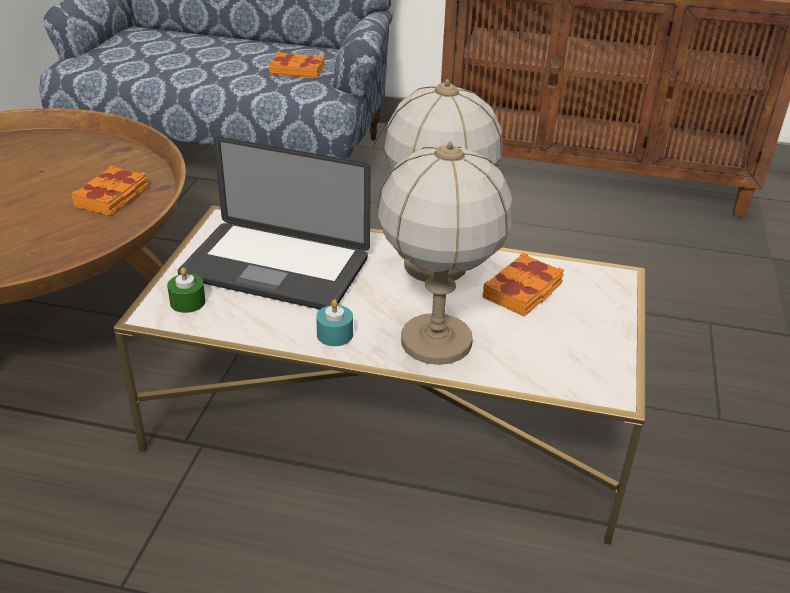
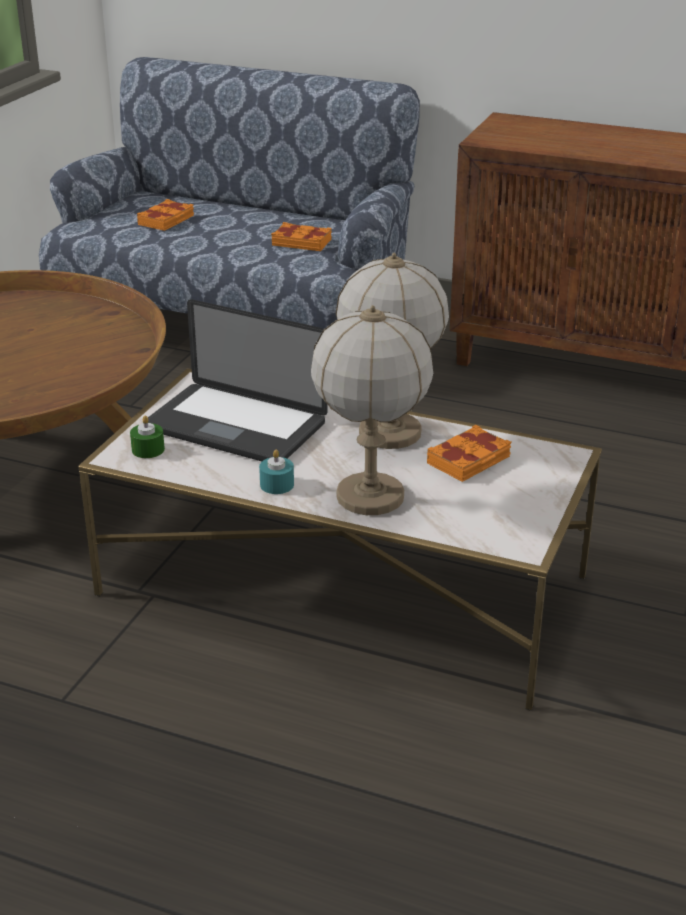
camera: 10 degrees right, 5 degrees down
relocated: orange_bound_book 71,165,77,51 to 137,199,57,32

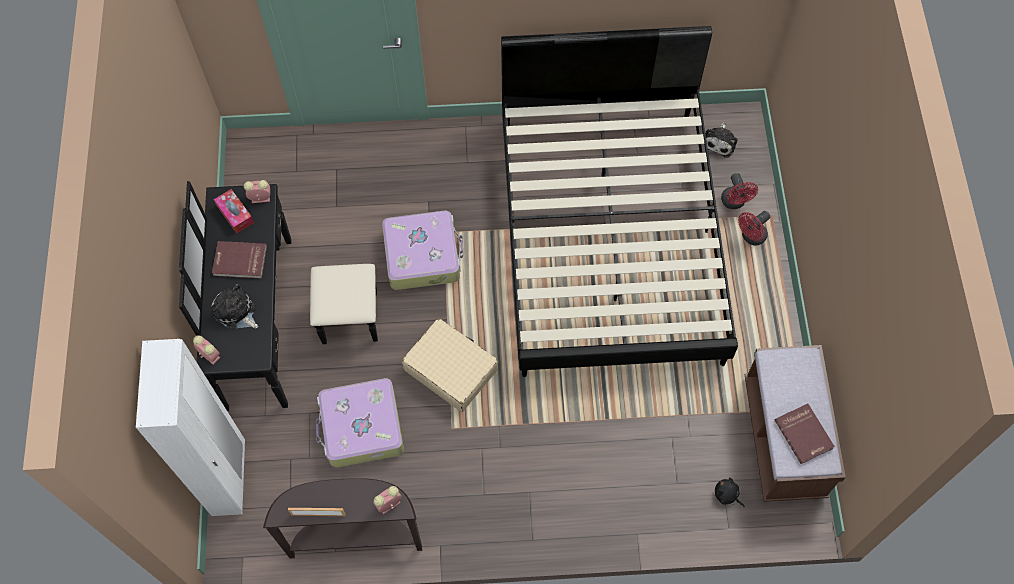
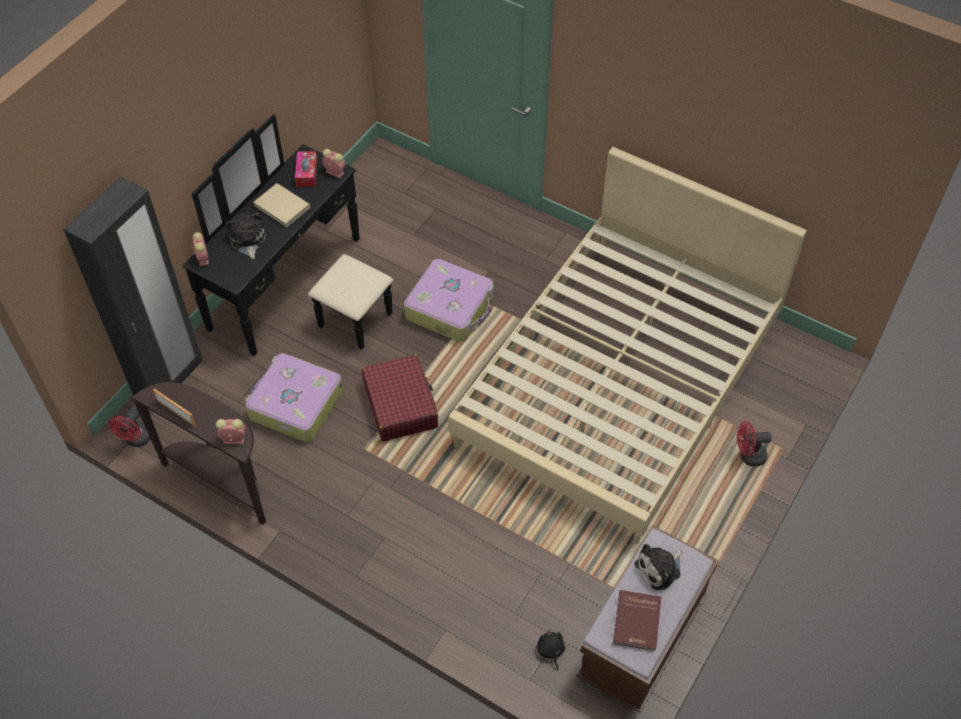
camera: 35 degrees right, 10 degrees down
relocated: soft_toy 705,122,32,36 to 635,544,48,46; red-coloured_electric_fan 721,173,37,36 to 108,407,42,40
colour: white-coloured_clothes_cupboard 136,339,109,177 to black-coloured_clothes_cupboard 63,176,140,220; red-coloured_bound_book 212,241,55,37 to sand-coloured_bound_book 253,183,57,44; sand-coloured_suitcase 402,318,96,94 to red-coloured_suitcase 362,354,77,88; black-coloured_bed 501,26,237,351 to sand-coloured_bed 449,147,358,397

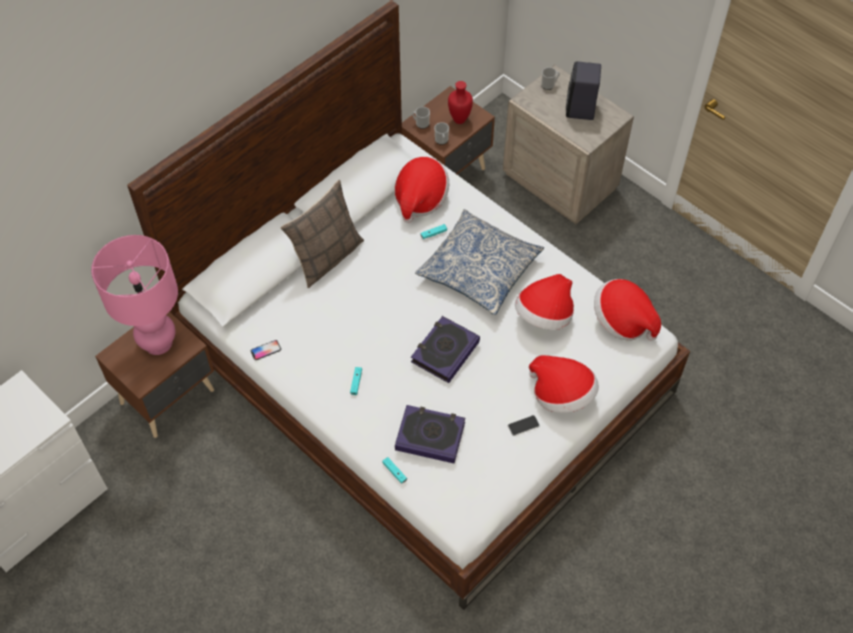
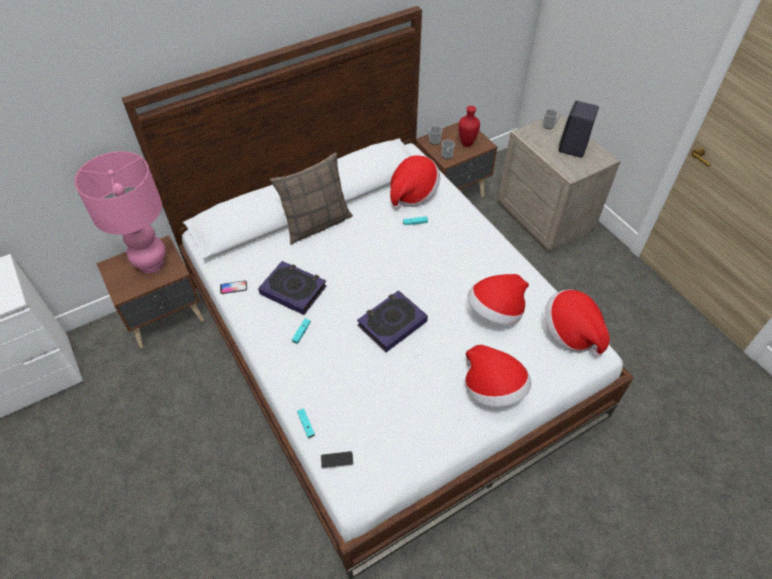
camera: 15 degrees right, 5 degrees down
missing: pillow 415,209,129,106
relocated: bound_book 395,405,70,58 to 258,261,69,54; phone 508,415,32,21 to 321,451,33,18

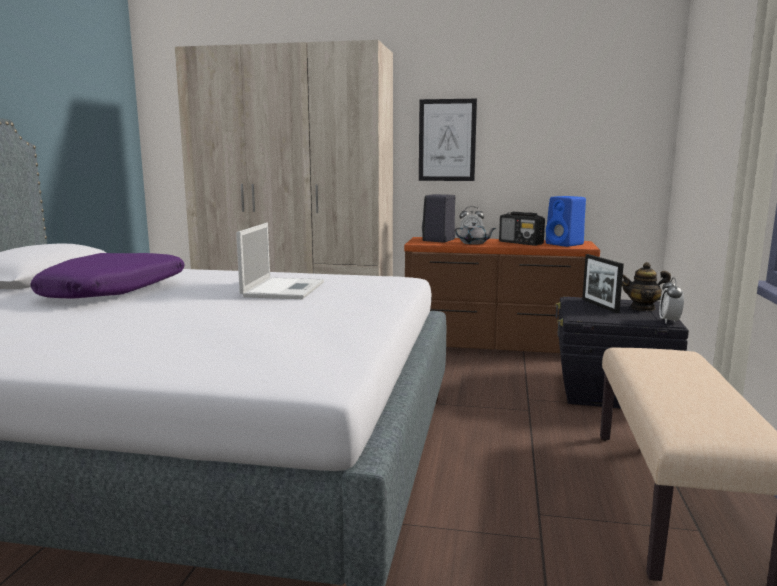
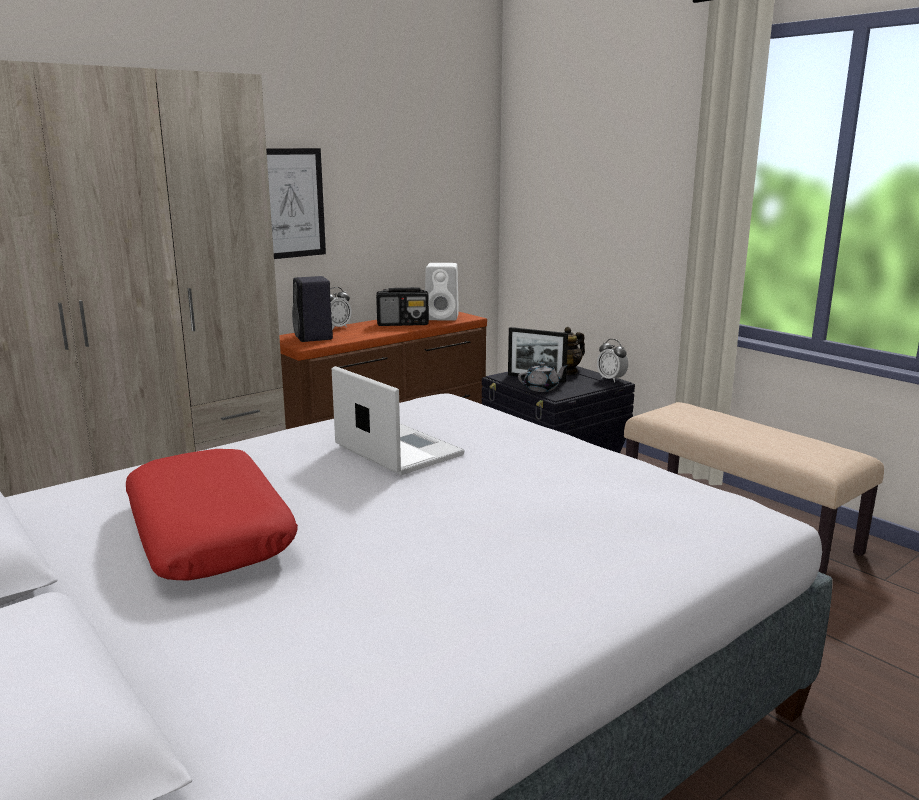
camera: 50 degrees left, 5 degrees up
relocated: grey_pot_for_tea 454,222,42,23 to 518,362,50,30
colour: purple-coloured_pillow 31,253,154,45 to red-coloured_pillow 126,449,172,131; blue-coloured_speaker 546,196,40,51 to white-coloured_speaker 425,263,34,58

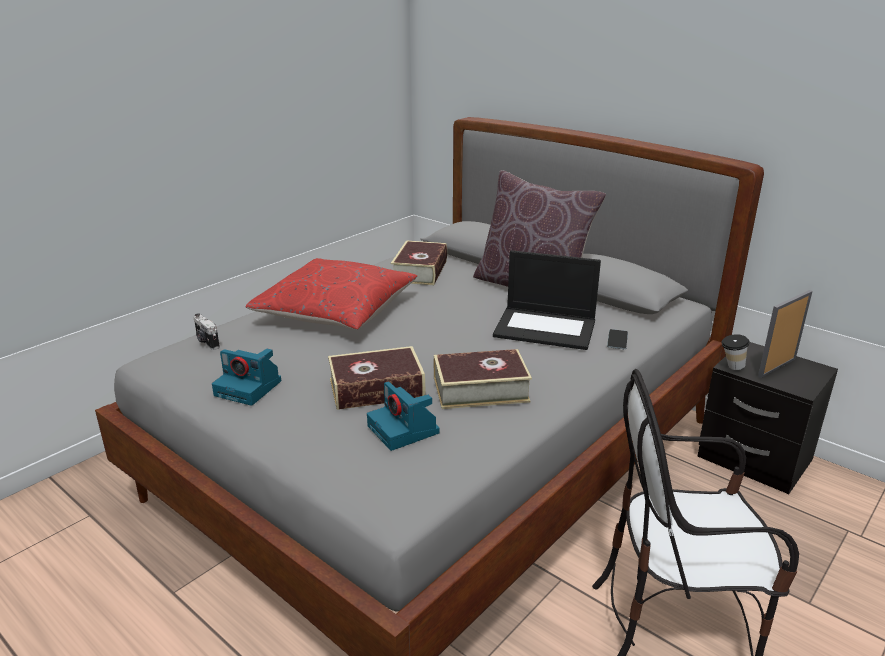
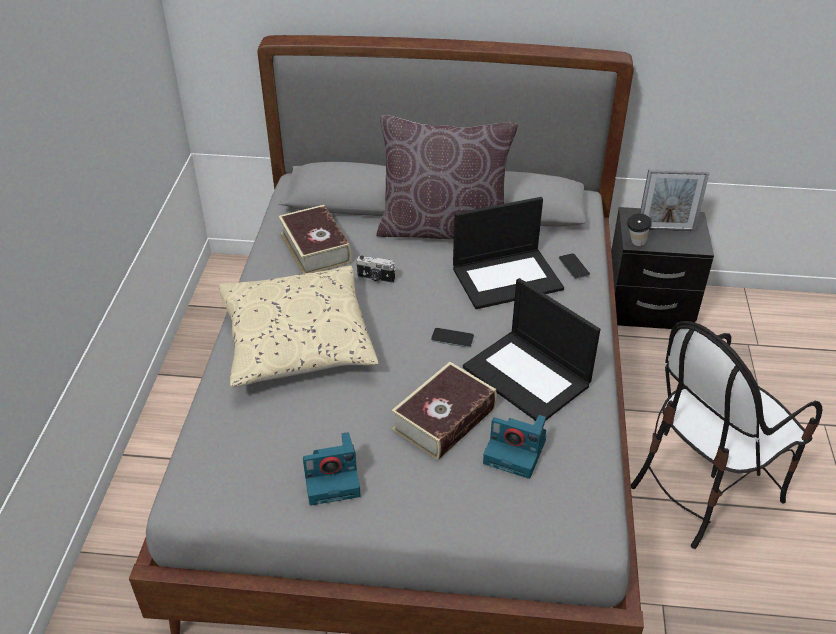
camera: 35 degrees left, 15 degrees up
appeared: phone 431,328,43,19
relocated: still_camera 193,313,27,37 to 356,255,40,29
exchanged: bound_book 434,349,98,60 to notebook_computer 463,278,137,143
colour: red-coloured_pillow 245,258,172,72 to sand-coloured_pillow 219,266,160,121
spun: standing_frame 758,290,54,88 = 640,169,70,63 105 degrees counterclockwise

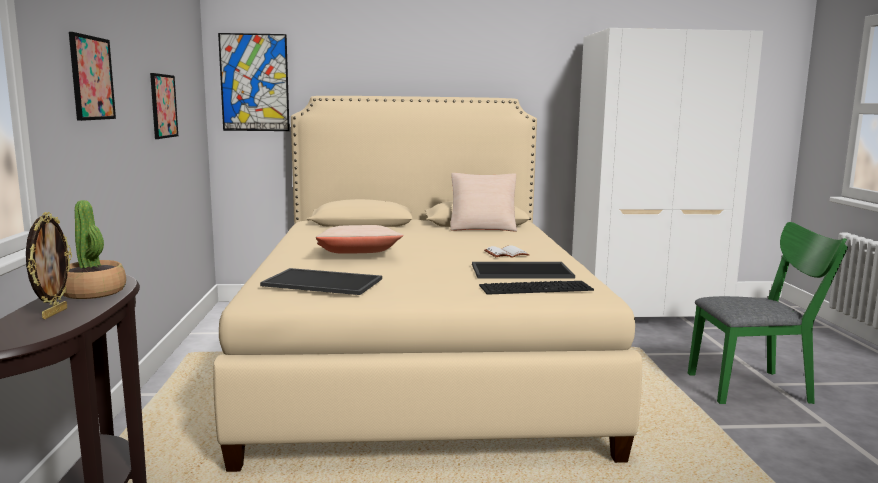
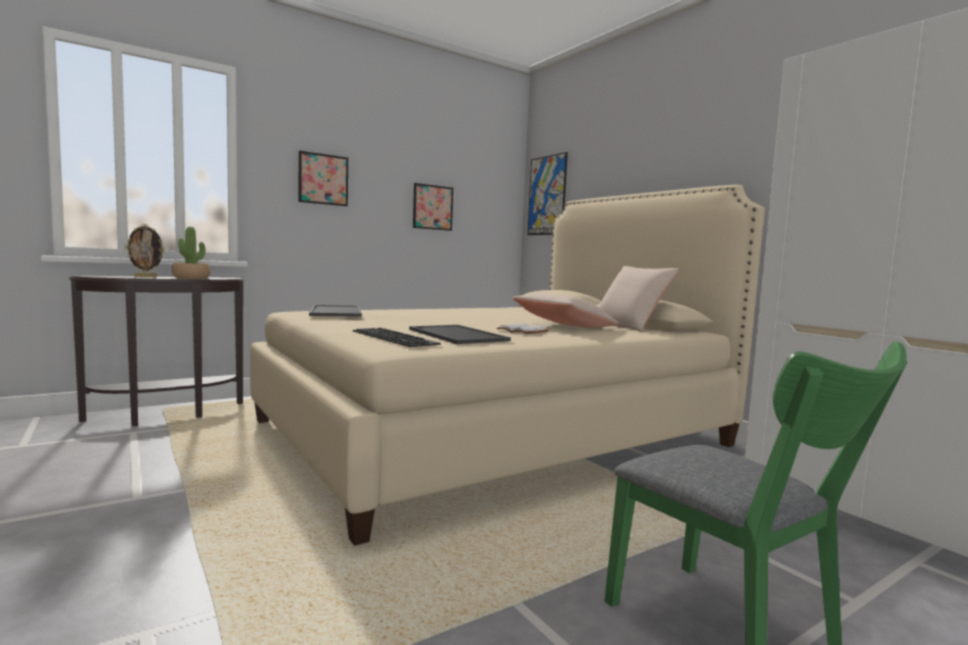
camera: 60 degrees right, 5 degrees down
relocated: sand-coloured_pillow 316,225,87,29 to 513,293,106,35

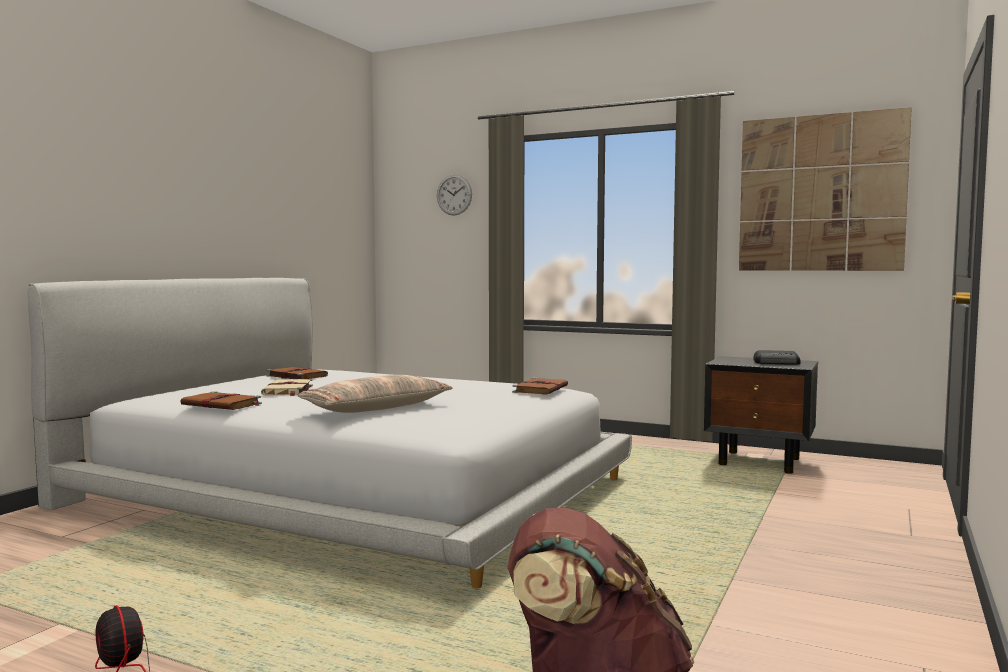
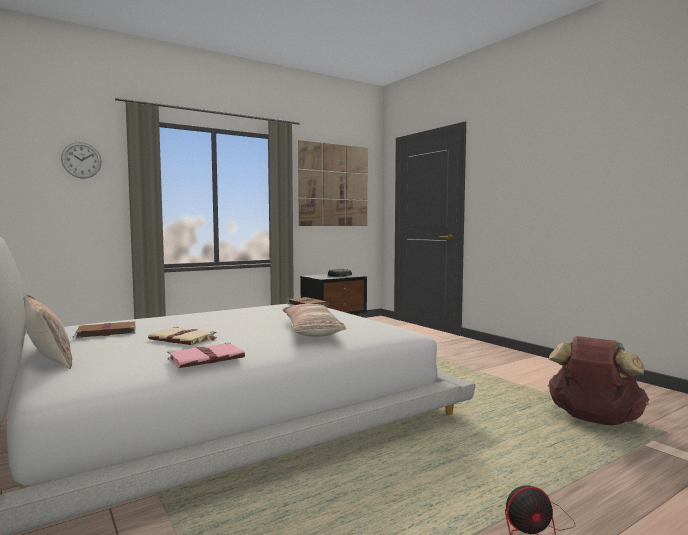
camera: 60 degrees left, 0 degrees up
appeared: pillow 25,294,47,75
colour: brown-coloured_bound_book 180,391,82,19 to pink-coloured_bound_book 168,342,77,26

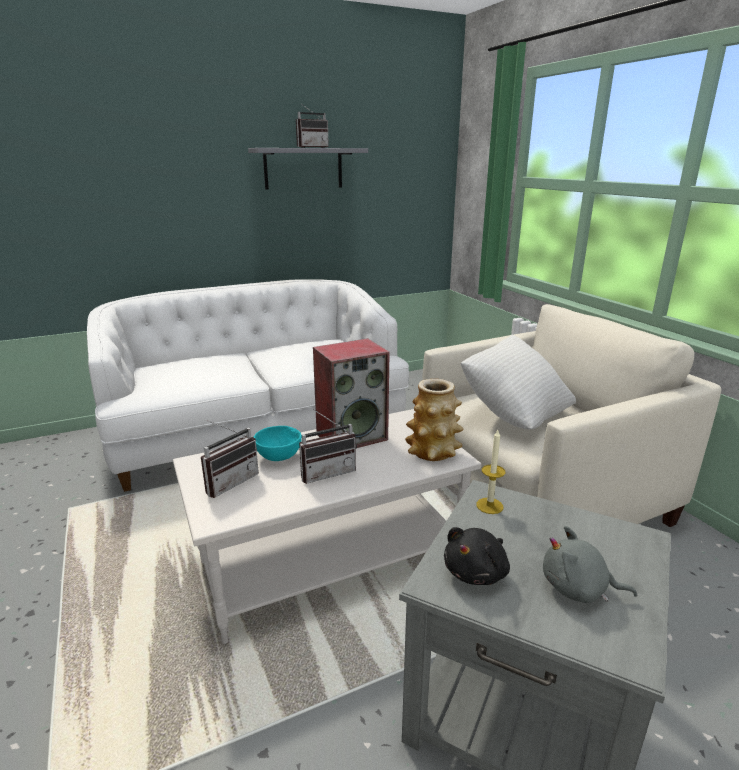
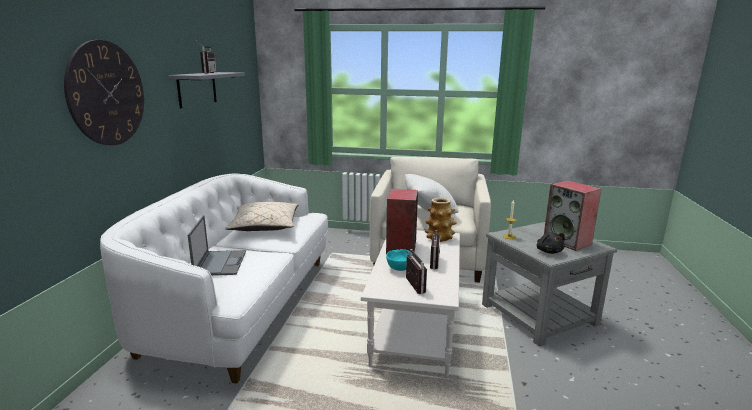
camera: 55 degrees left, 5 degrees down
appeared: wall_clock 64,40,80,105; notebook_computer 188,215,58,61; sand-coloured_pillow 225,202,73,29
exchanged: grey_soft_toy 543,526,94,77 to speaker 544,180,57,71

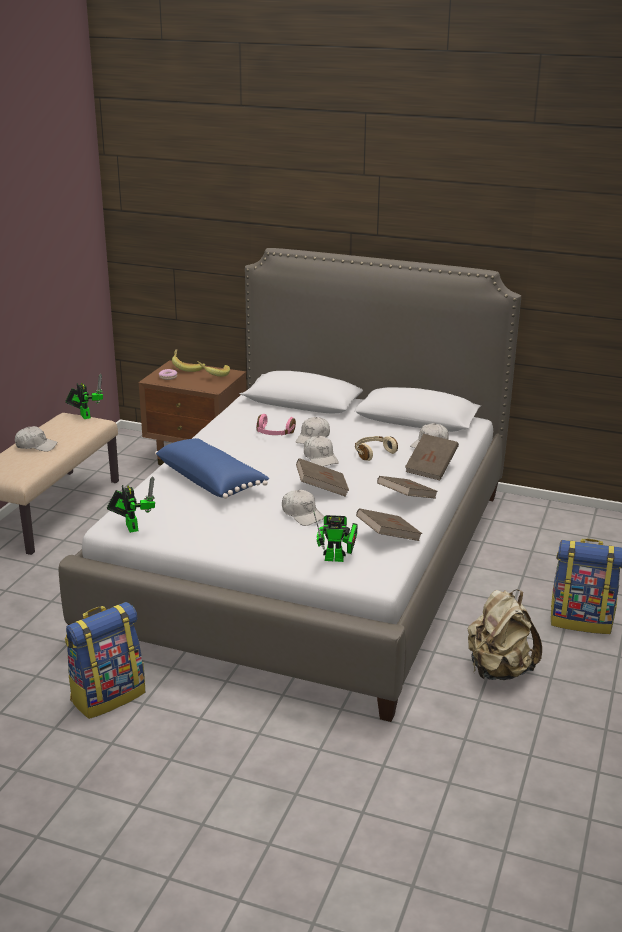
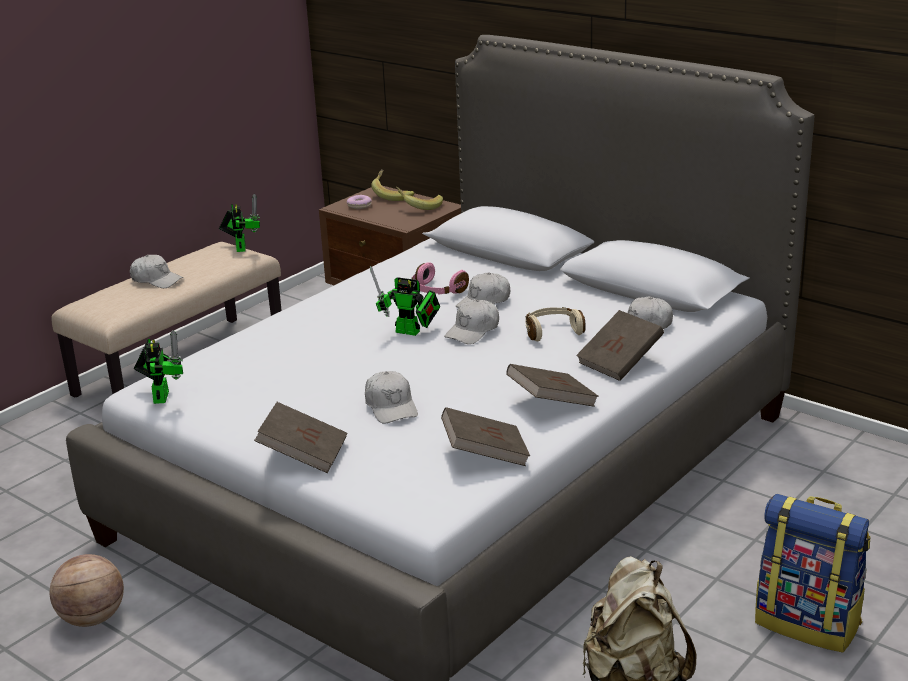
camera: 20 degrees right, 0 degrees up
missing: blue-coloured_pillow 155,438,114,61
relocated: brown-coloured_bound_book 296,458,53,39 to 254,402,93,71; robot_figure 313,510,45,52 to 370,266,70,70
exchanged: backpack 65,602,80,117 to ball_for_basketball 50,554,74,73
spun: white-coloured_cap 304,436,35,31 = 444,299,55,45 45 degrees clockwise

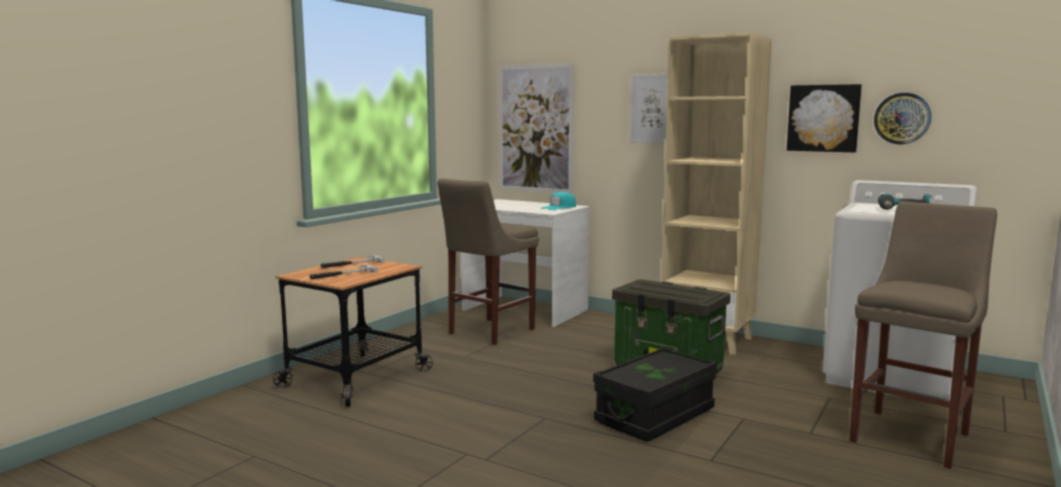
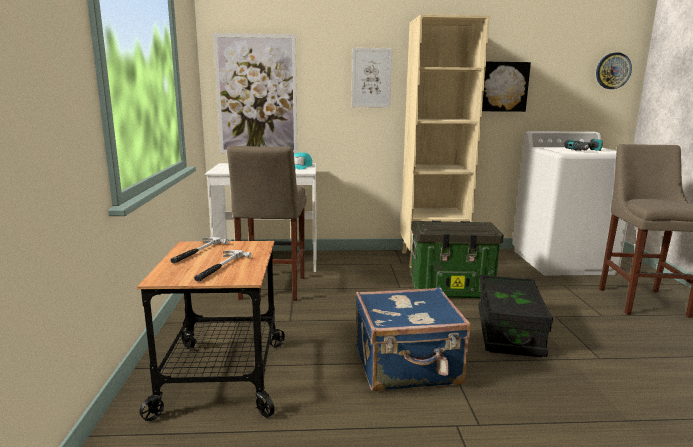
camera: 35 degrees left, 5 degrees up
appeared: blue-coloured_suitcase 356,287,115,104
relocated: wall_clock 874,93,57,51 to 596,52,36,37

